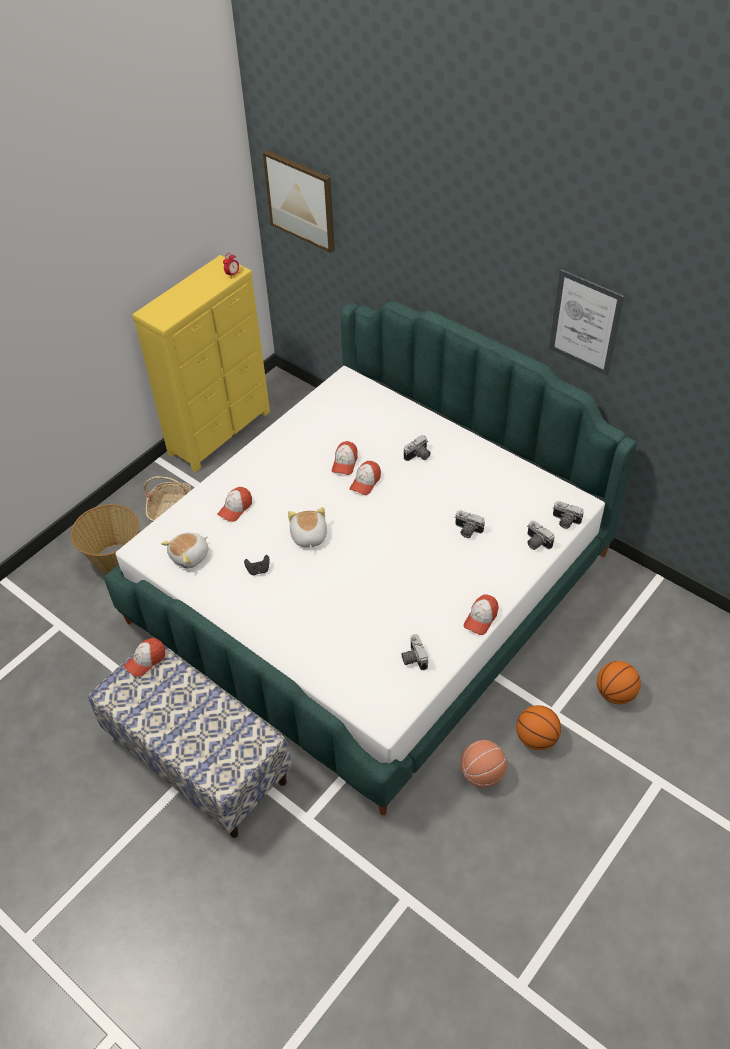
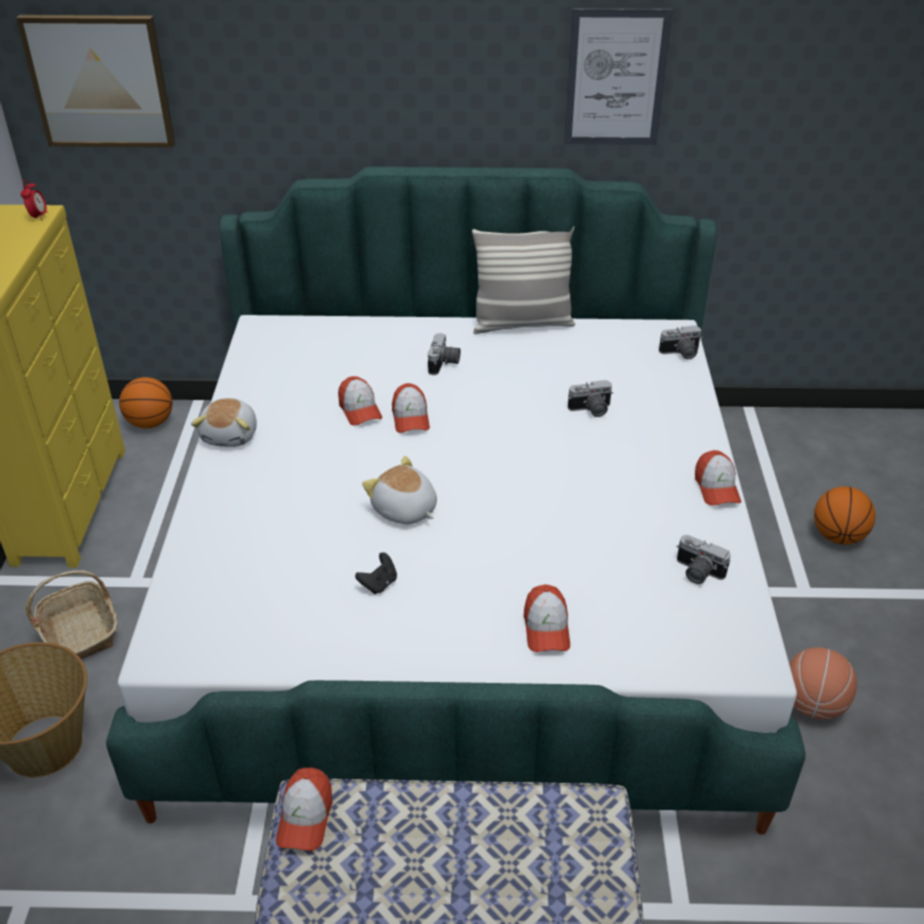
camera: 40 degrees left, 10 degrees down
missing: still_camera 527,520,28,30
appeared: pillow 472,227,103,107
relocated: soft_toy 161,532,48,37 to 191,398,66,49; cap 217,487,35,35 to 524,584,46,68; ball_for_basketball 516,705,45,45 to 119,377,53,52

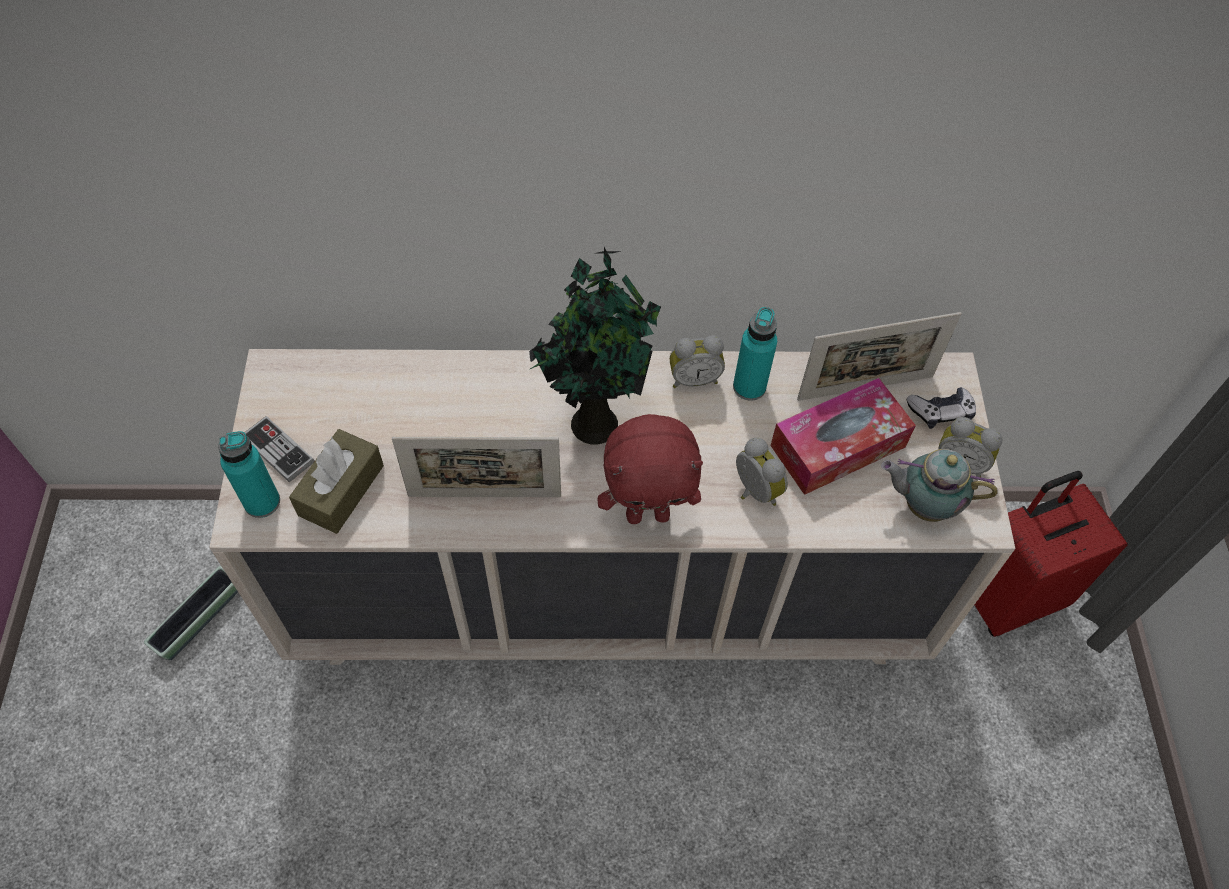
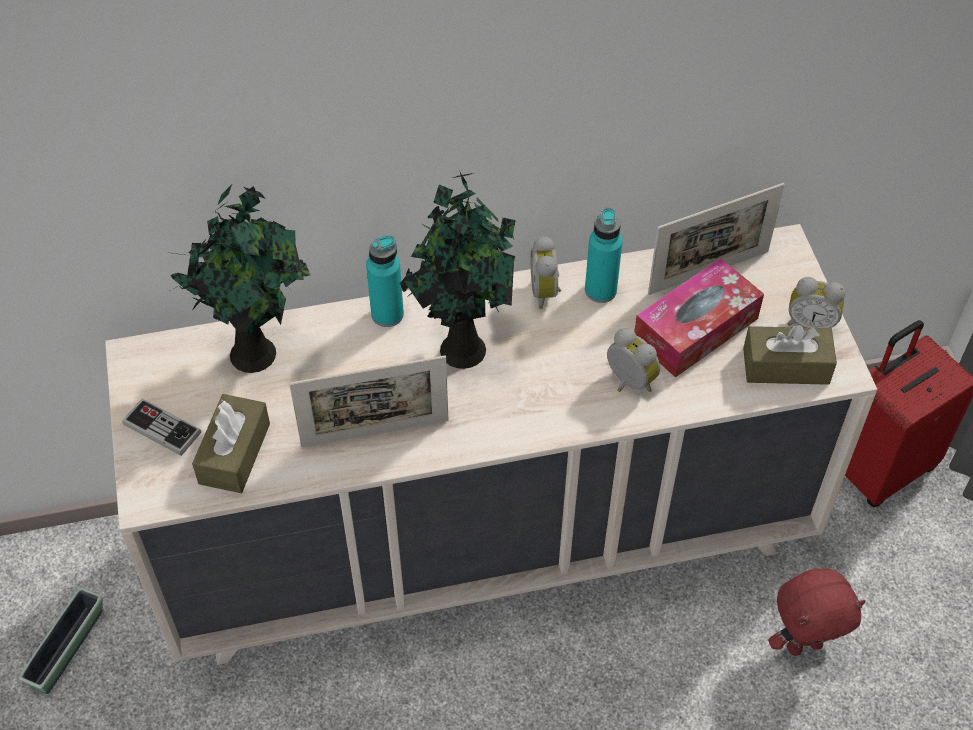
camera: 10 degrees left, 5 degrees down
missing: gamepad 907,387,69,42
appeared: potted_plant 168,185,142,188
relocated: turquoise_drink_bottle 219,431,61,87 to 366,235,38,92; red-coloured_soft_toy 597,414,106,110 to 768,568,98,88
exchanged: pot_for_tea 881,449,117,73 to brown-coloured_box_of_tissues 743,325,94,60
spun: table_clock 670,335,55,53 = 530,236,31,73 105 degrees clockwise

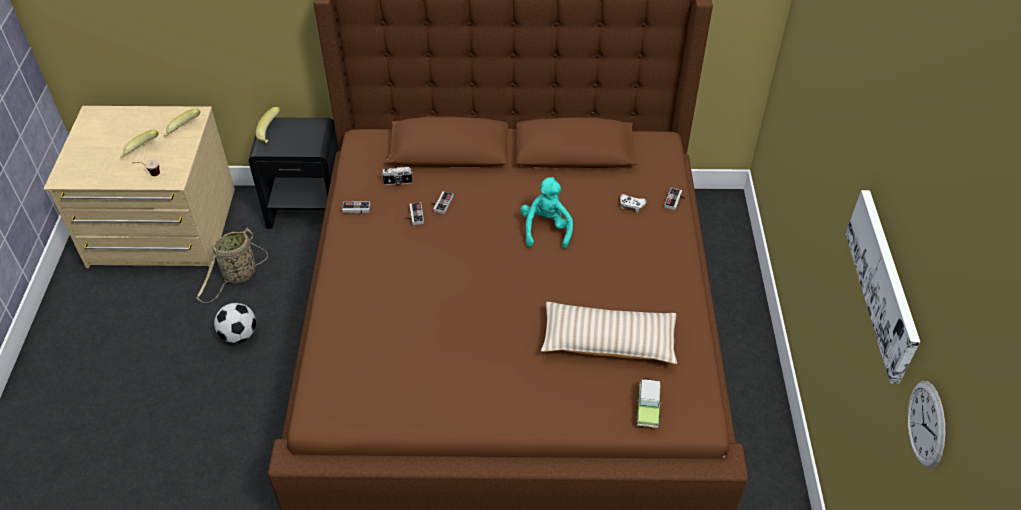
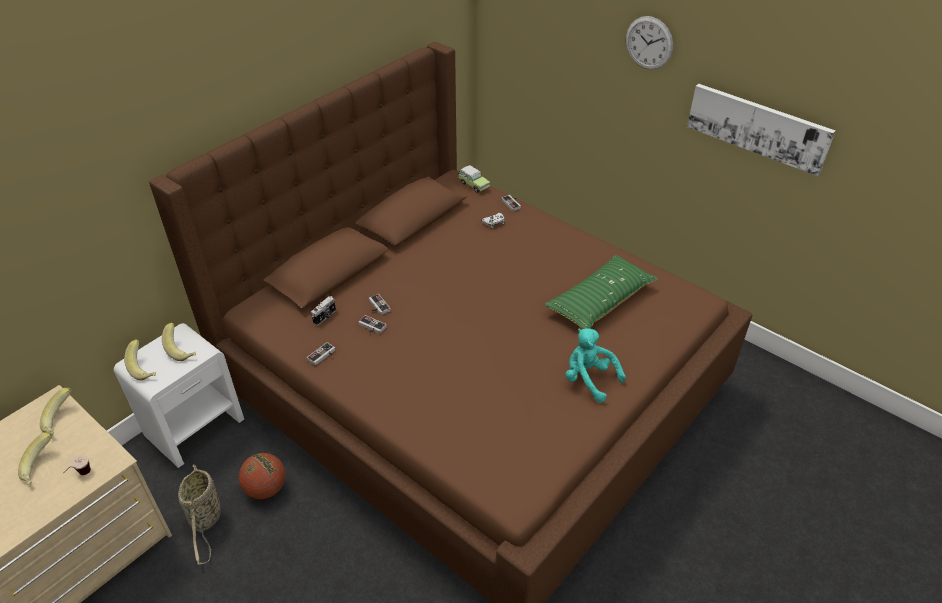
camera: 50 degrees left, 5 degrees down
missing: ball_for_football 214,303,42,40
appeared: banana 162,323,34,38; ball_for_basketball 239,453,46,46
relocated: turquoise_soft_toy 520,177,53,72 to 565,328,61,75; model_car 637,378,25,50 to 458,165,32,28; wall_clock 907,381,38,87 to 626,16,47,54
colour: black-coloured_nightstand 248,117,91,112 to white-coloured_nightstand 114,323,130,145; sand-coloured_pillow 541,302,136,62 to green-coloured_pillow 544,255,114,74

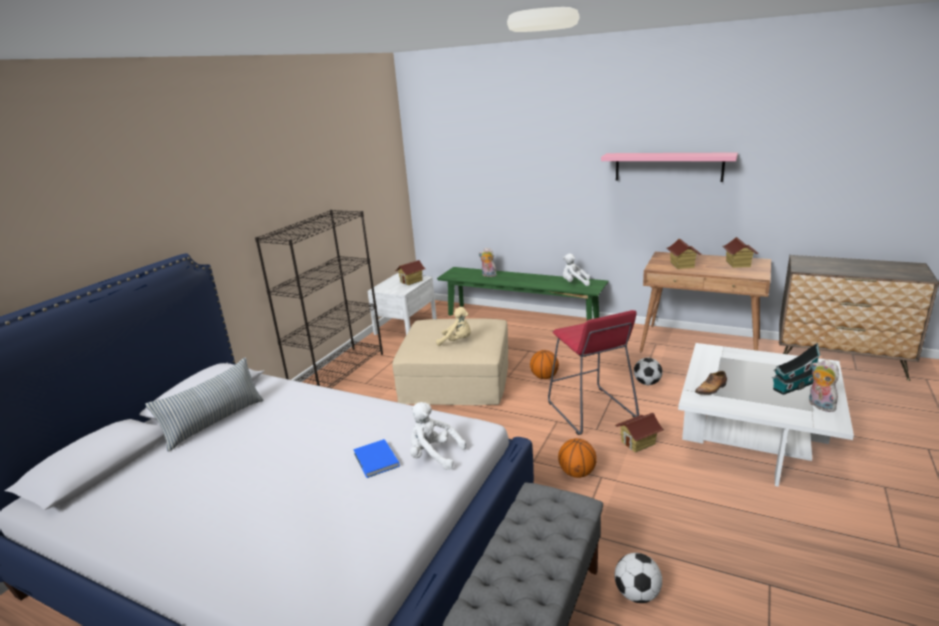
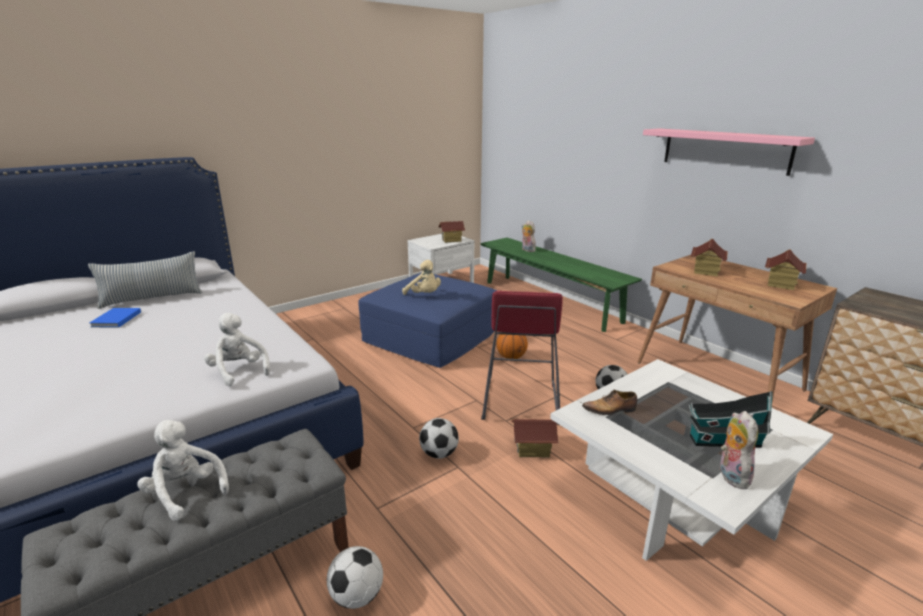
camera: 25 degrees right, 0 degrees up
missing: black-coloured_shelving_unit 255,210,128,178
relocated: blue-coloured_bound_book 353,439,47,39 to 89,308,52,19; white-coloured_soft_toy 563,254,27,32 to 137,420,92,101
exchanged: ball_for_basketball 558,438,39,40 to ball_for_football 419,418,40,41
colour: sand-coloured_ottoman 392,318,116,87 to blue-coloured_ottoman 358,273,139,95

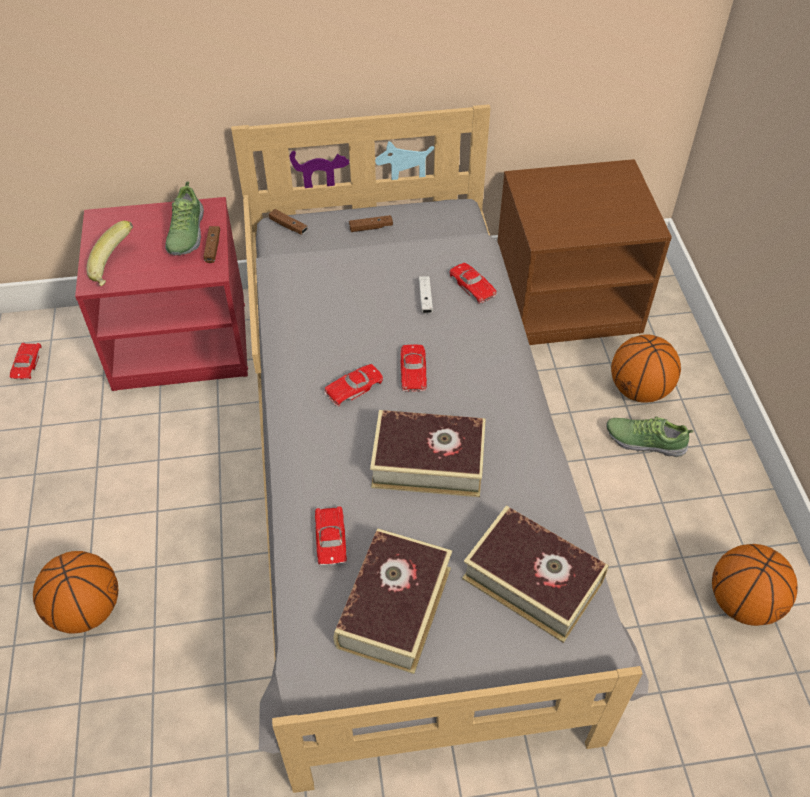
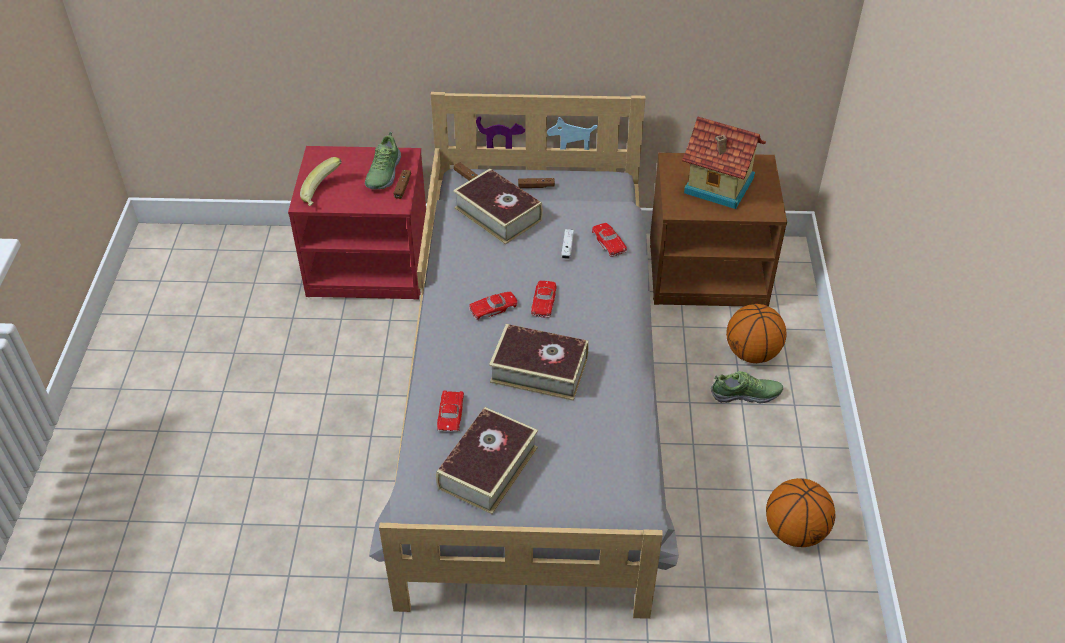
camera: 10 degrees right, 5 degrees down
missing: red-coloured_model_car 9,343,33,36; ball_for_basketball 33,551,85,83
appeared: toy_house 682,116,84,93
relocated: bound_book 462,506,147,137 to 453,169,90,75
spun: shoe 606,416,88,41 = 711,371,72,32 150 degrees clockwise

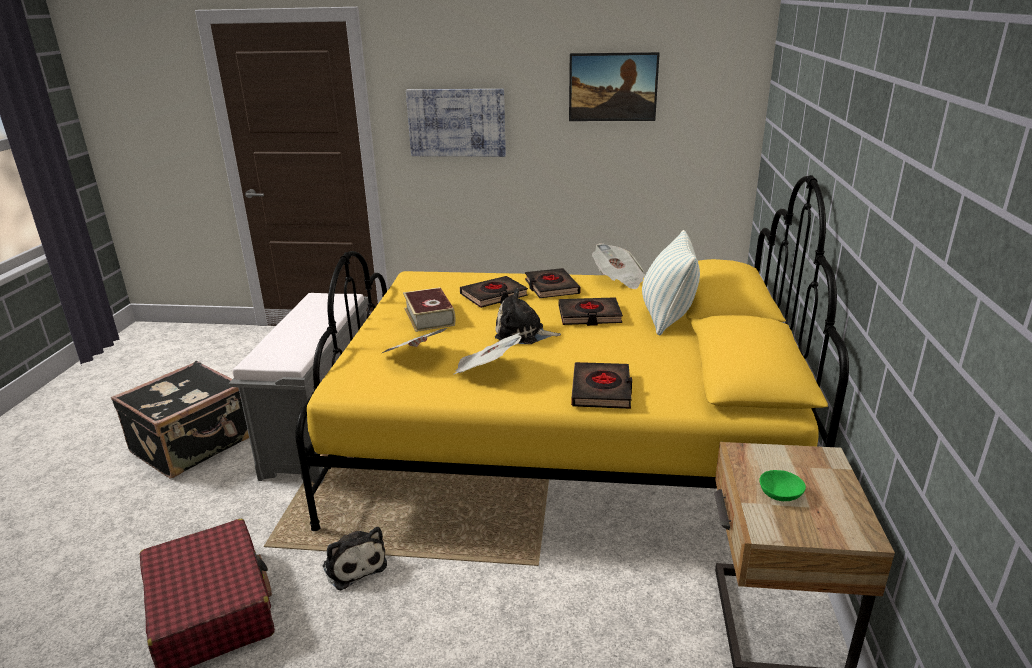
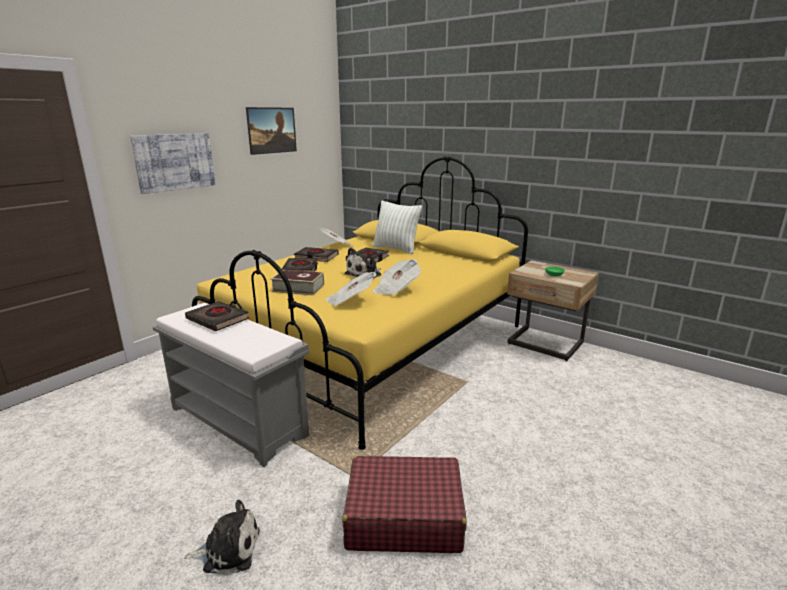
camera: 60 degrees left, 5 degrees down
missing: black-coloured_suitcase 111,361,138,117
relocated: soft_toy 323,527,64,64 to 184,500,76,75; black-coloured_bound_book 571,362,61,47 to 185,301,64,30

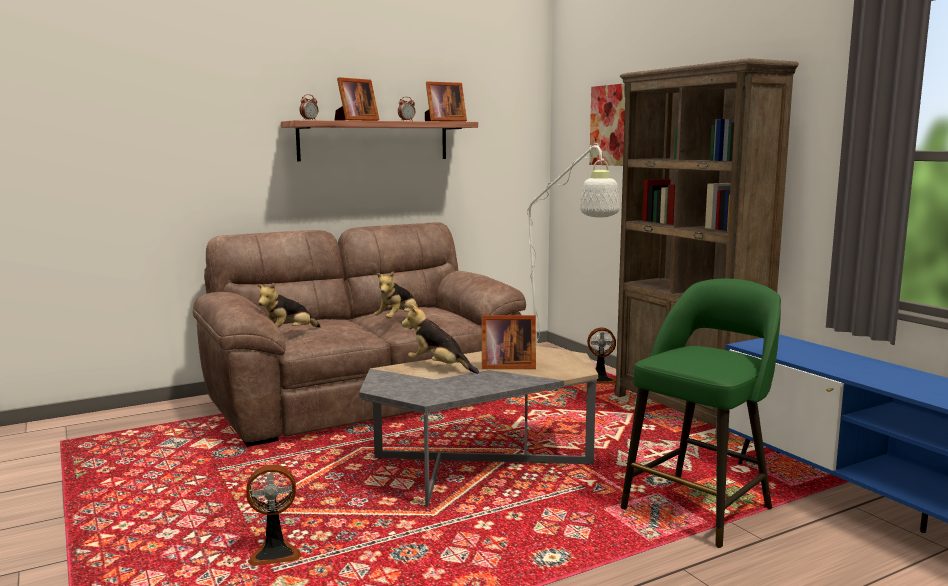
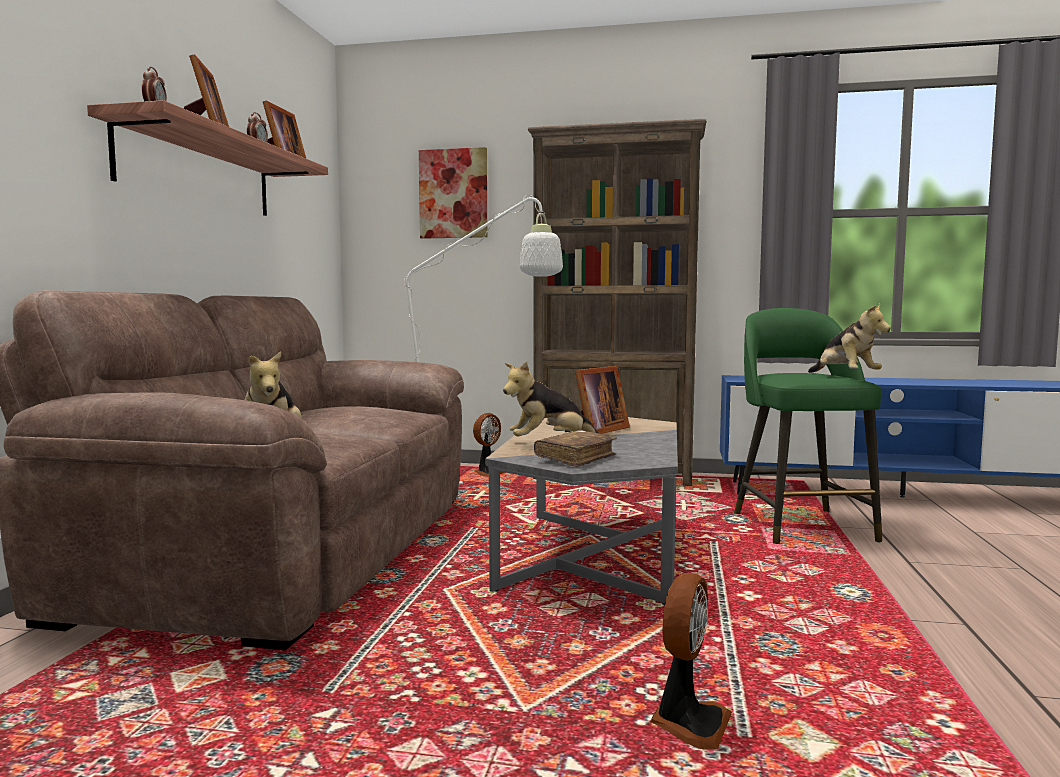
camera: 50 degrees left, 5 degrees down
appeared: brown-coloured_bound_book 534,430,83,37
relocated: soft_toy 374,272,45,46 to 808,304,83,69

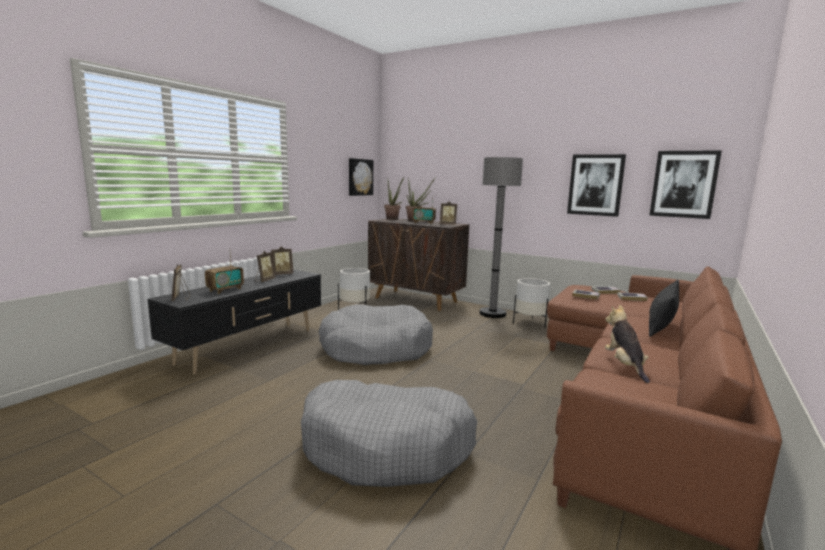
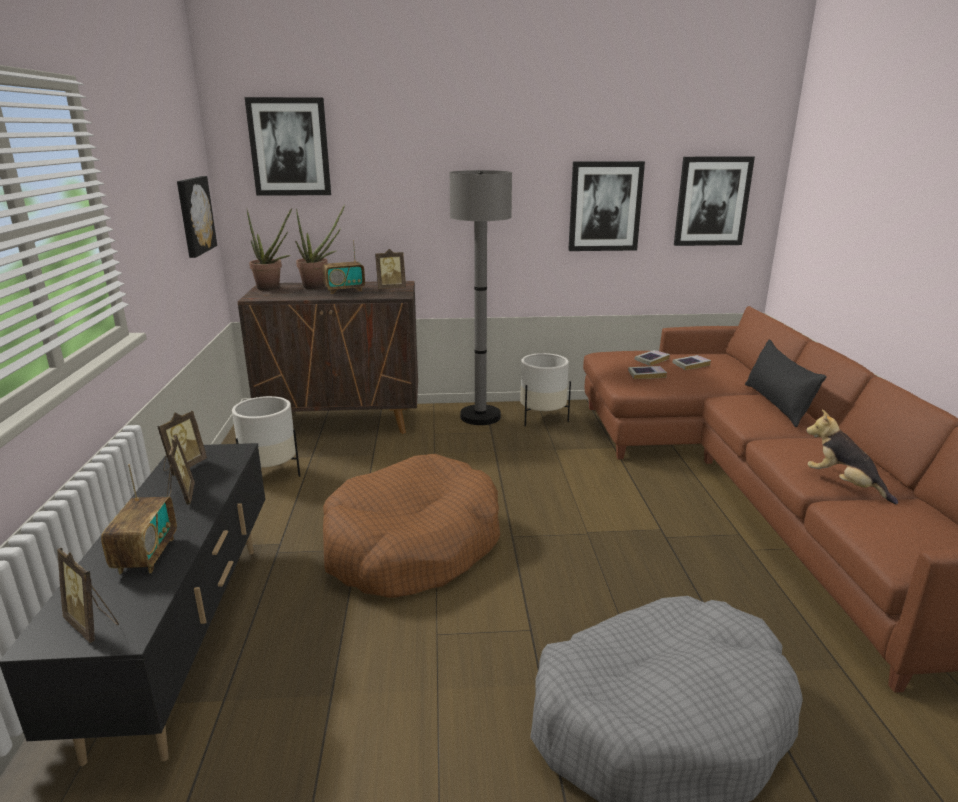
camera: 35 degrees left, 10 degrees up
appeared: wall_art 245,97,86,99
colour: grey_pet_bed 319,304,114,61 to brown-coloured_pet_bed 323,454,177,144

